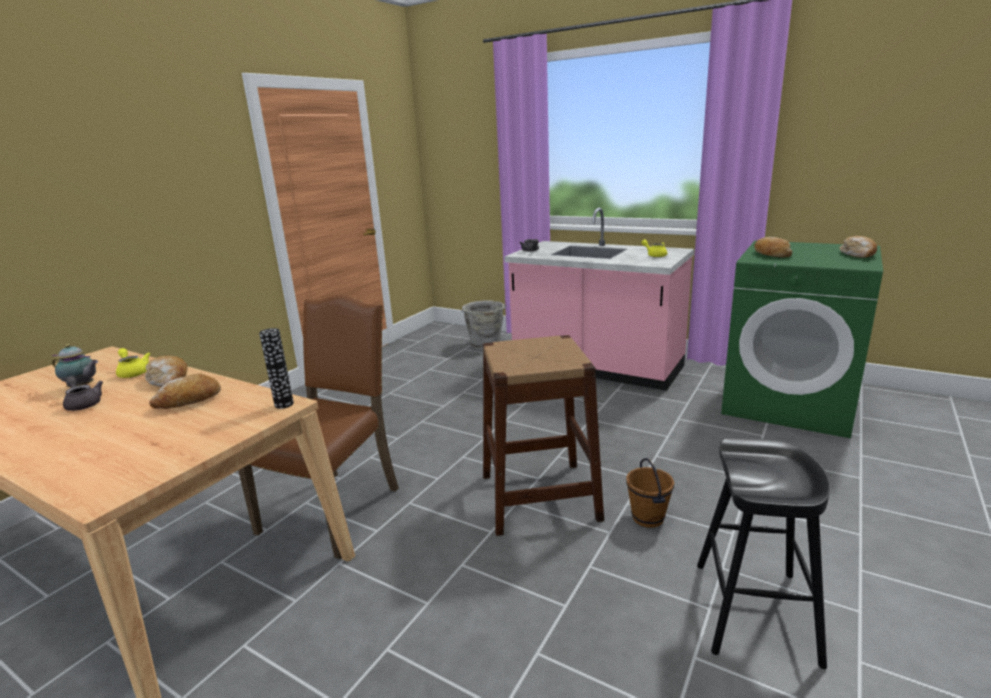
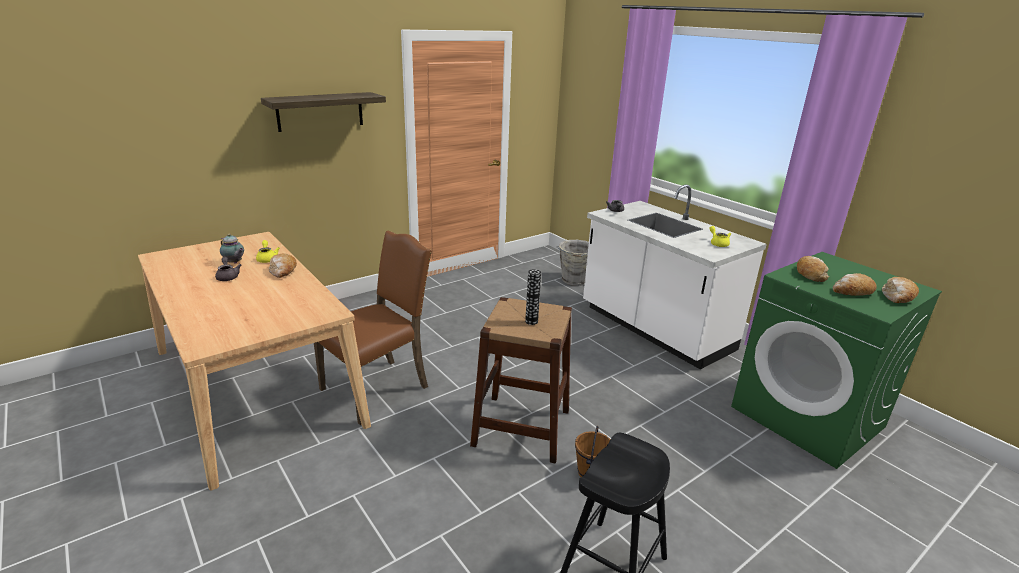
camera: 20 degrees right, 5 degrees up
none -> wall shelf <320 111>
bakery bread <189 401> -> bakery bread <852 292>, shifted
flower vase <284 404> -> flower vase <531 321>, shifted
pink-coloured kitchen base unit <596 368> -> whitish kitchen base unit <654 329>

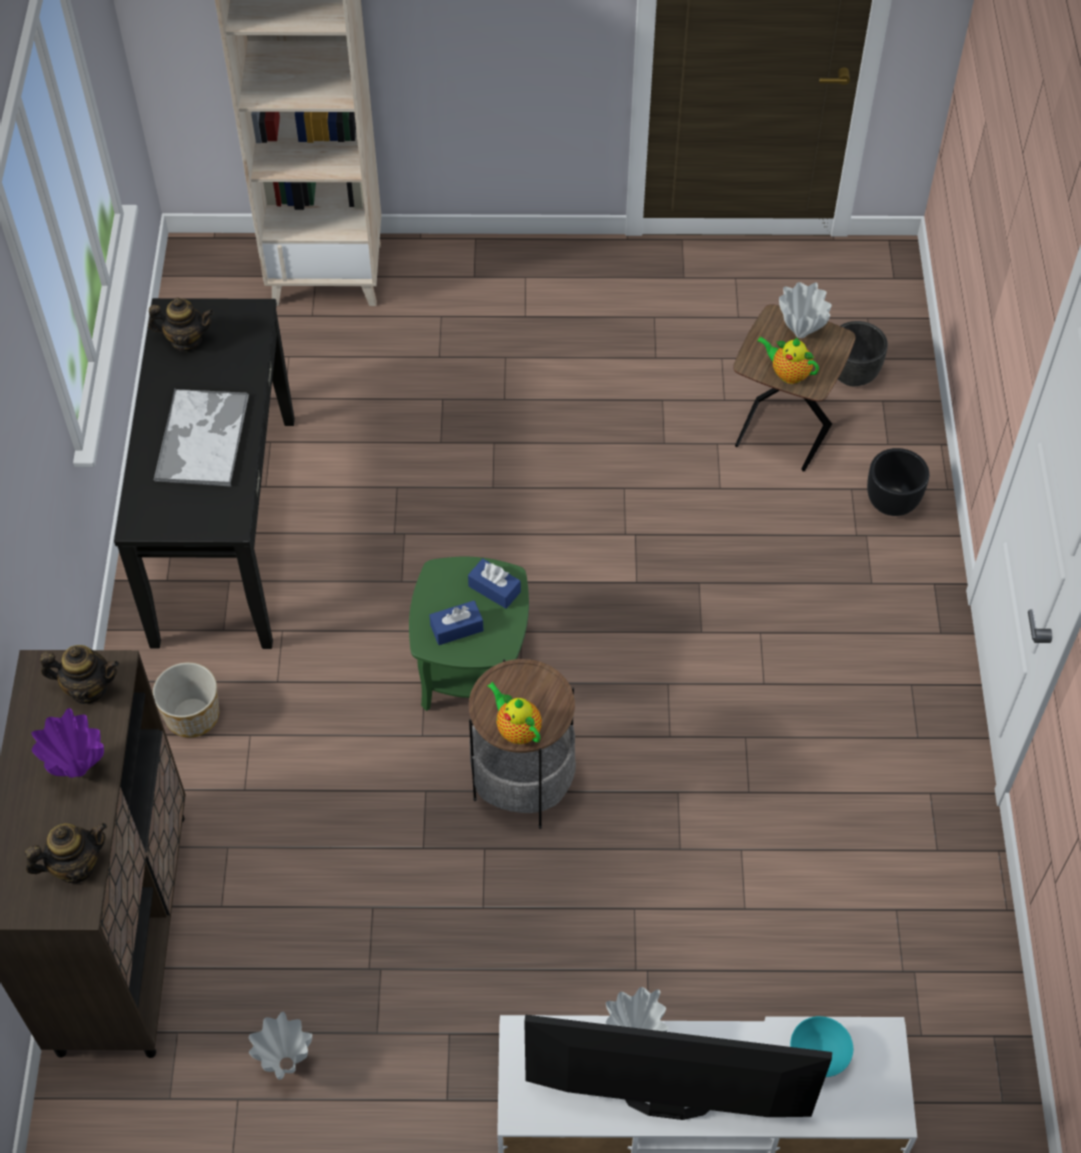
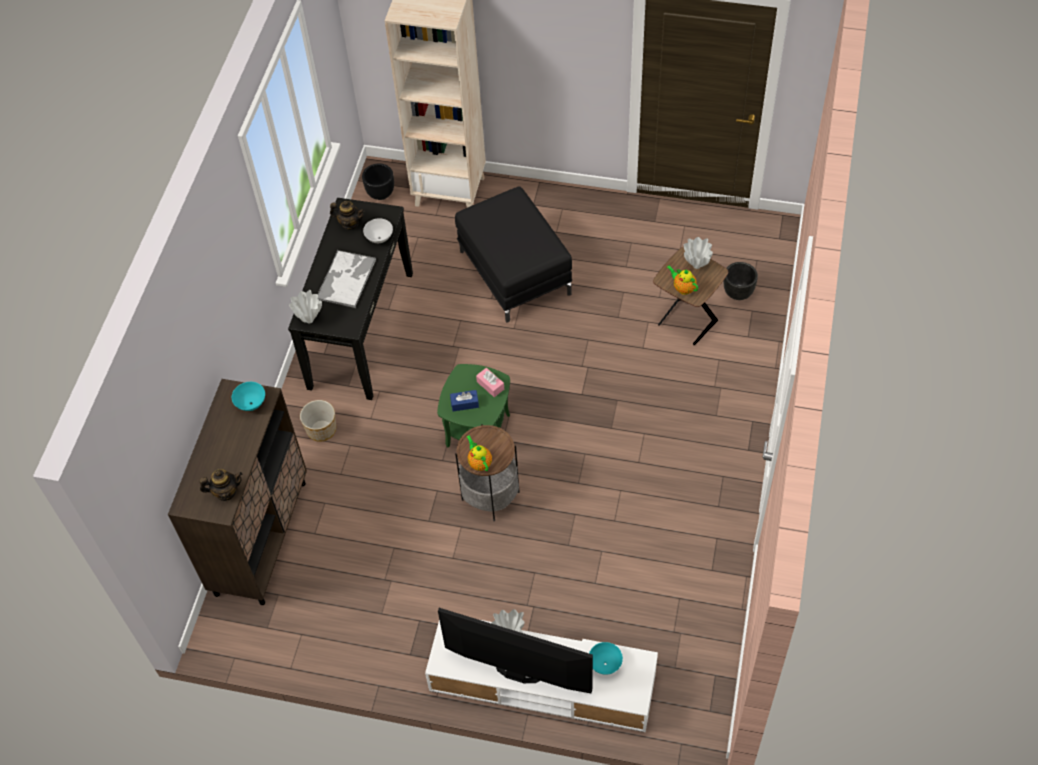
camera: 15 degrees right, 0 degrees up
purplish flower vase <78 769> -> none
none -> whitish serving bowl <379 238>
none -> black-coloured ottoman <515 272>
whitish flower vase <286 1062> -> whitish flower vase <309 320>, shifted
black-coloured planter <892 503> -> black-coloured planter <381 194>, shifted
pot for tea <88 688> -> turquoise serving bowl <251 403>
blue tissue holder <494 589> -> pink-coloured tissue holder <490 385>

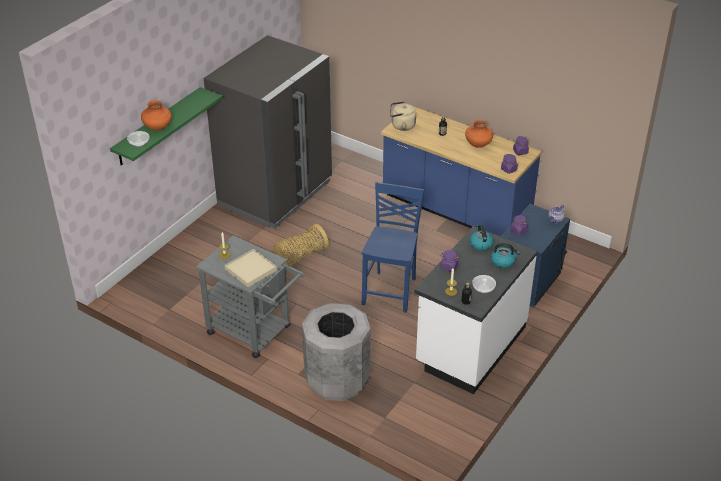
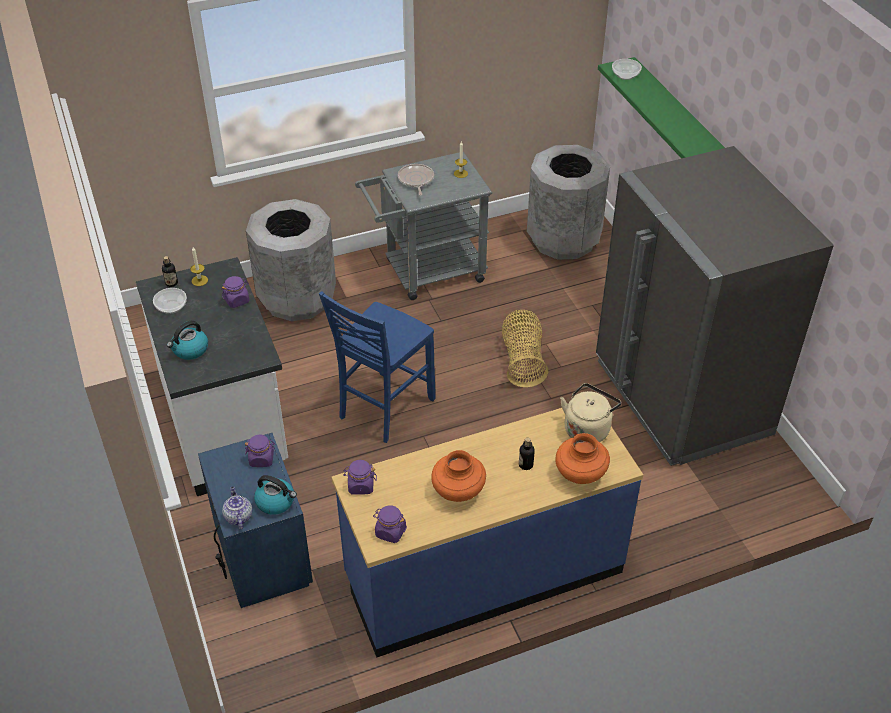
camera: 125 degrees right, 5 degrees up
none -> grey rubbish bin <563 239>
orangey flower vase <158 127> -> orangey flower vase <580 474>, shifted
tea kettle <480 244> -> tea kettle <276 502>, shifted
beige-coloured carrying tray <251 270> -> pan <416 180>
blue chair <391 291> -> blue chair <384 408>, 75 degrees clockwise

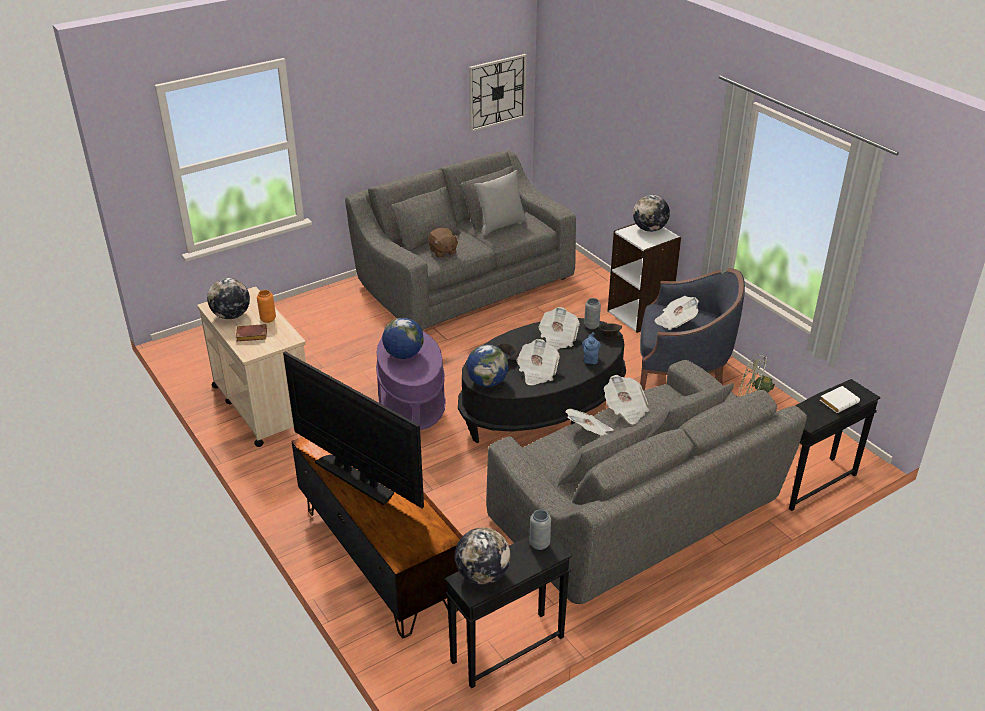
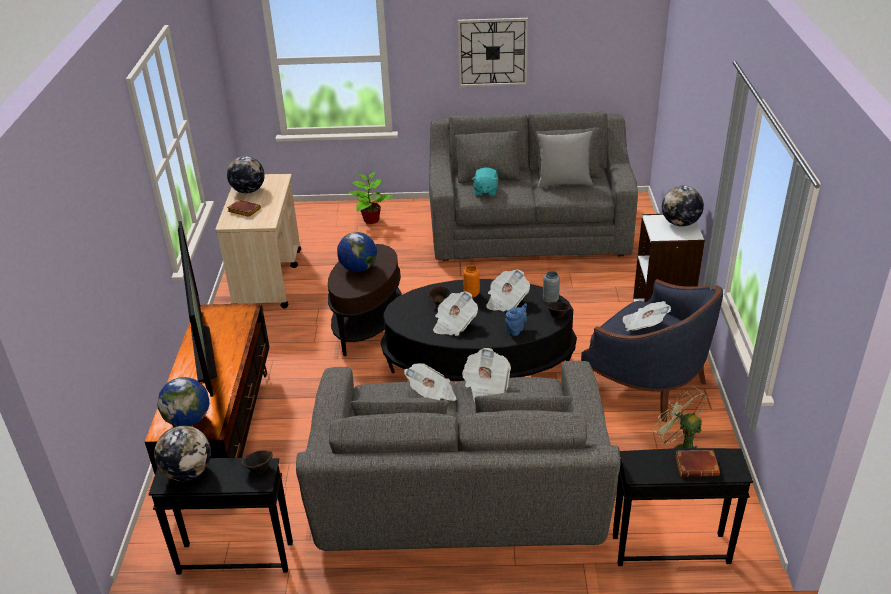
camera: 35 degrees right, 0 degrees up
none -> potted plant <371 220>
orangey flower vase <268 319> -> orangey flower vase <471 294>, shifted
desk globe <487 382> -> desk globe <188 420>, shifted
wall clock <497 92> -> wall clock <492 52>, shifted
grey flower vase <539 544> -> brown-coloured serving bowl <258 469>
purplish end table <412 413> -> brown-coloured end table <368 327>
brown-coloured cuddly toy <442 252> -> turquoise cuddly toy <485 191>
whitish bound book <838 401> -> brown-coloured bound book <697 466>

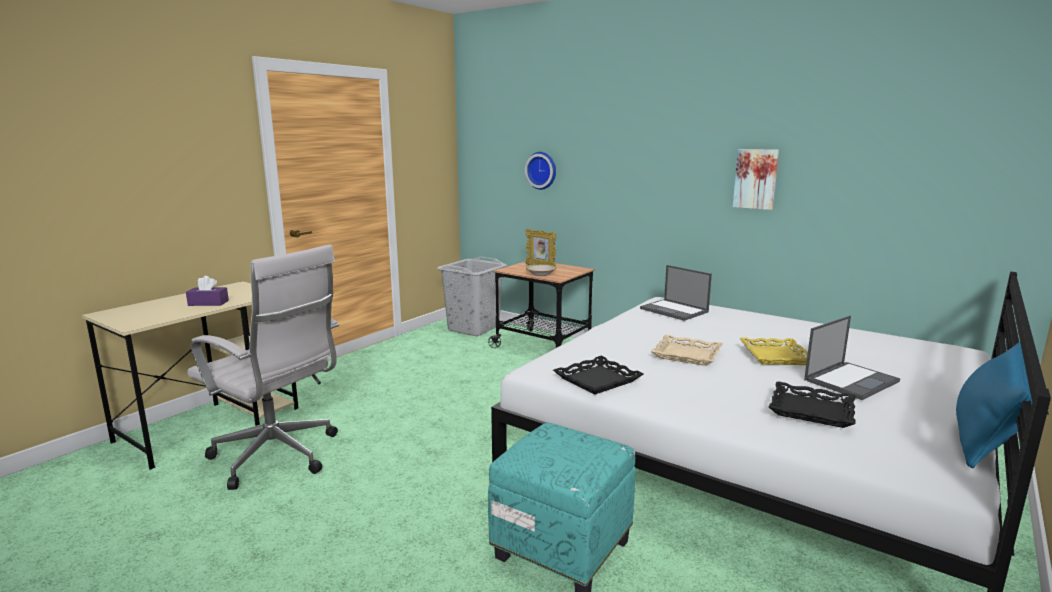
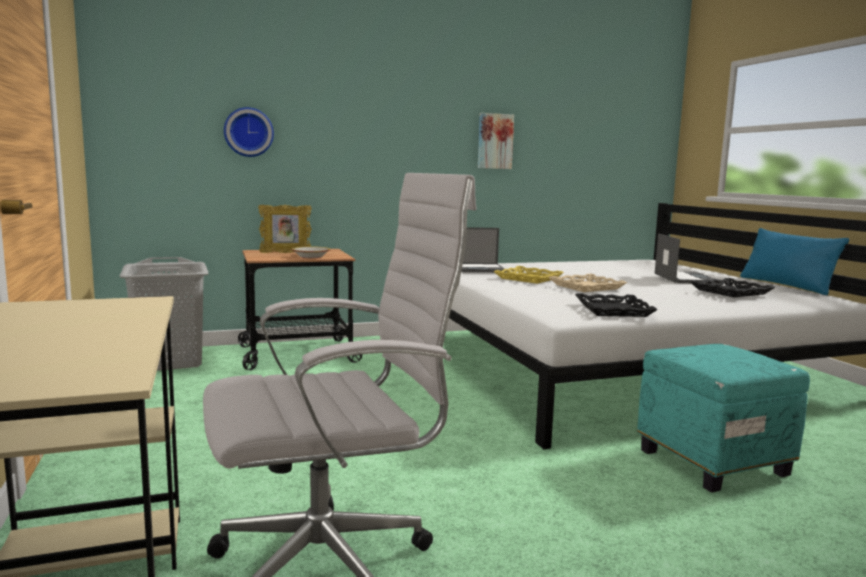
camera: 55 degrees left, 5 degrees down
purplish tissue holder <208 303> -> none
yellow-coloured carrying tray <774 356> -> yellow-coloured carrying tray <528 279>, shifted

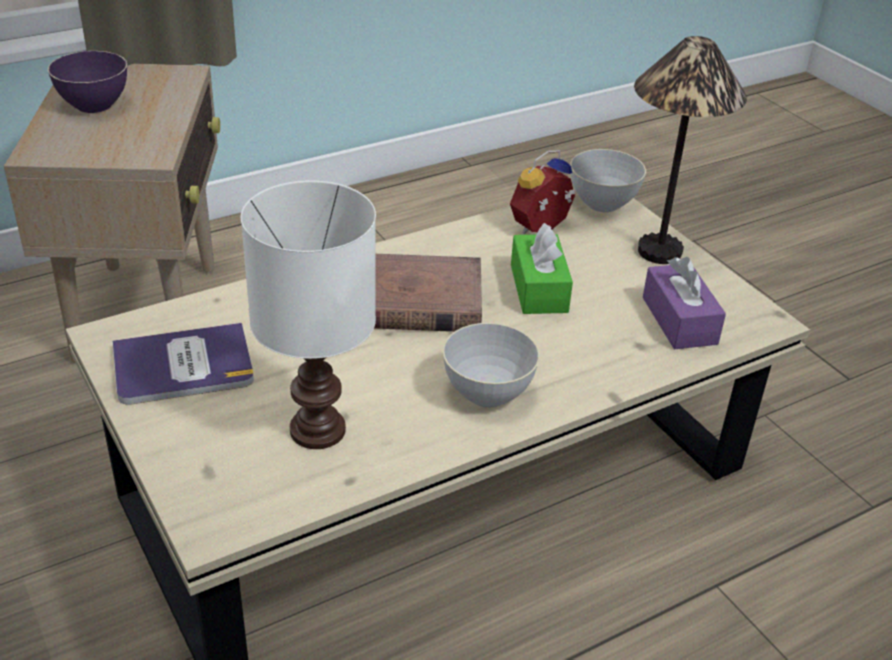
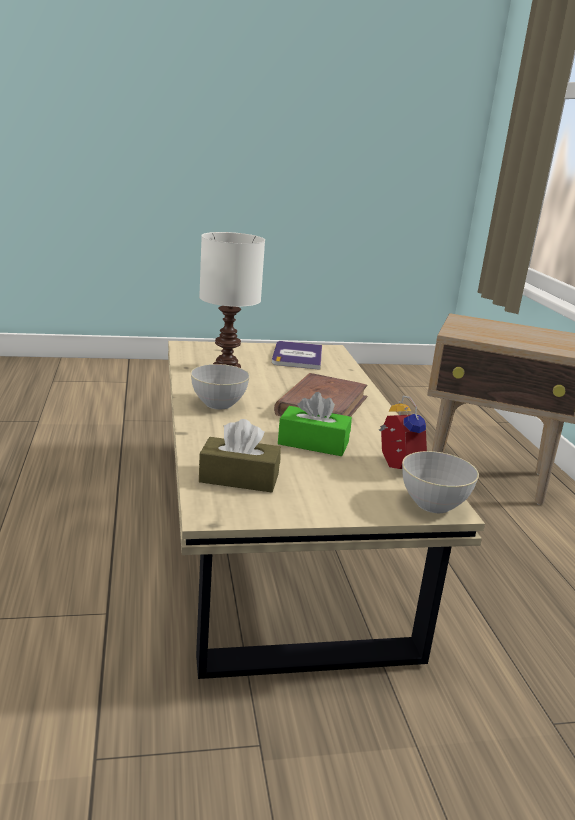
camera: 110 degrees right, 15 degrees down
purplish serving bowl <94 105> -> none
table lamp <658 252> -> none
purplish tissue holder <679 320> -> brown-coloured tissue holder <239 478>

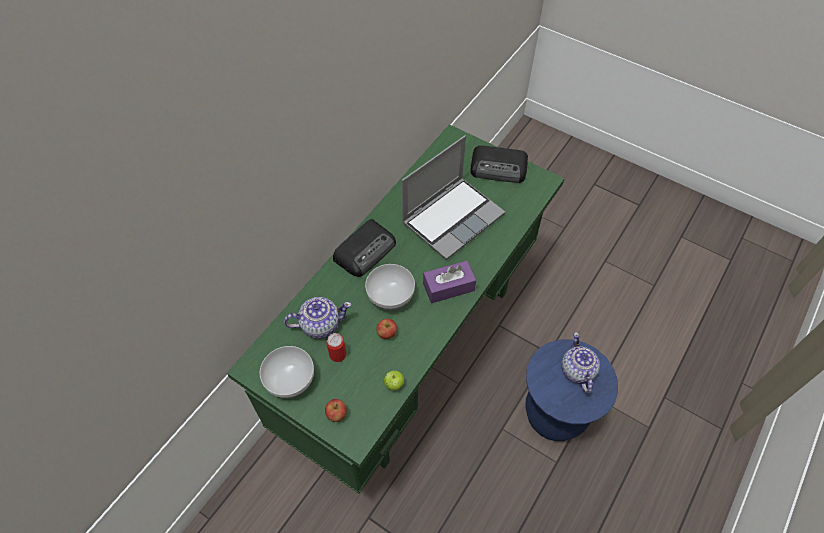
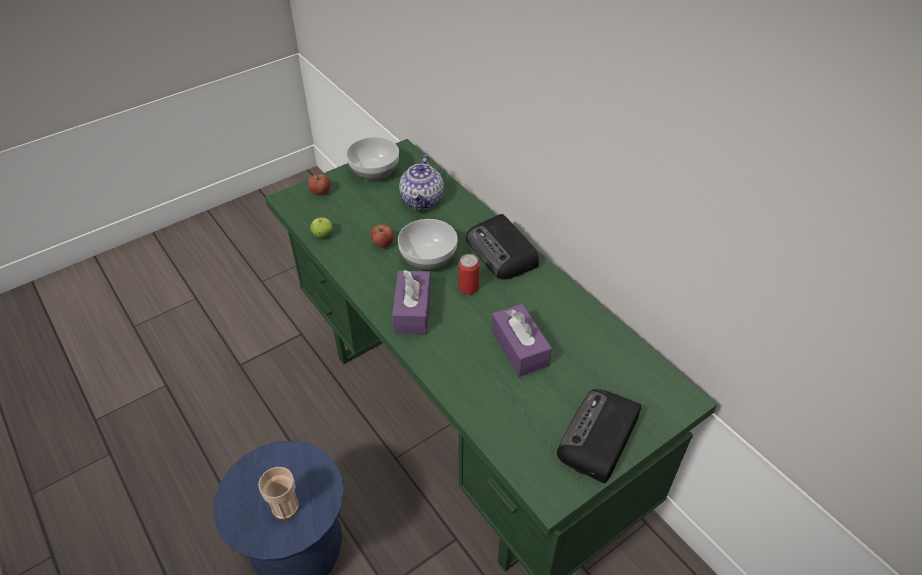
camera: 110 degrees right, 10 degrees down
metal can <337 354> -> metal can <468 288>, shifted
notebook computer <453 217> -> purplish tissue holder <519 348>
pot for tea <577 371> -> drinking cup <285 507>

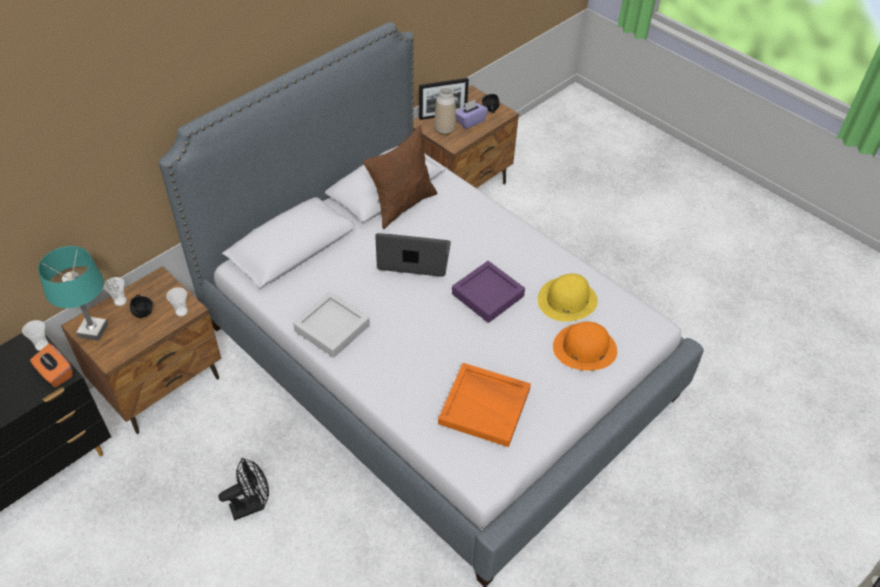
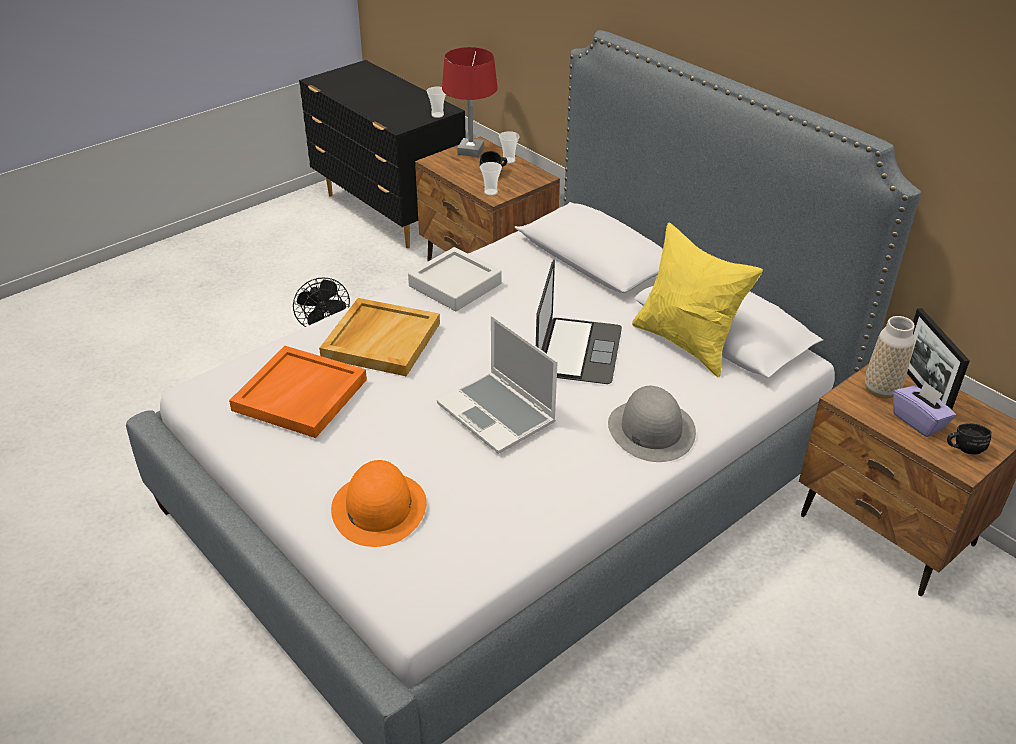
camera: 95 degrees right, 10 degrees down
orangey tissue holder <55 374> -> none
yellow-coloured clothing hat <567 300> -> none
none -> beige-coloured carrying tray <381 340>
none -> grey clothing hat <650 429>
purplish carrying tray <487 295> -> notebook computer <498 414>
turquoise table lamp <93 330> -> reddish table lamp <471 151>
brown-coloured throw pillow <402 205> -> yellow-coloured throw pillow <686 343>

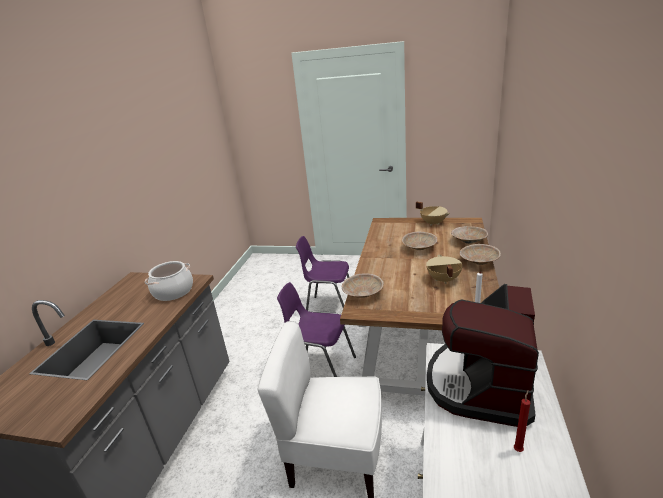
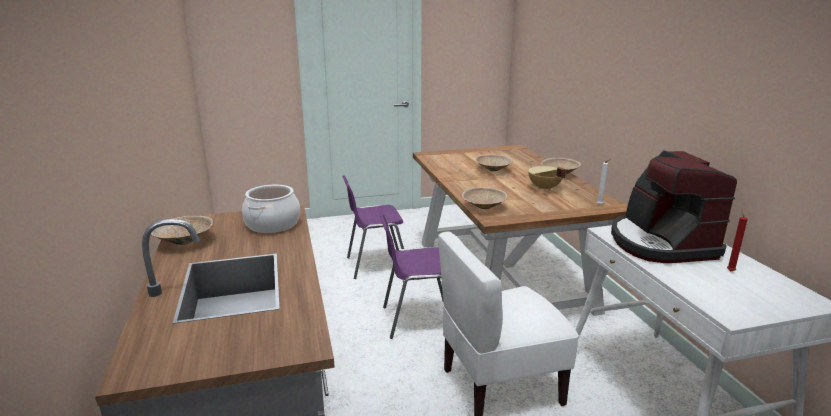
camera: 30 degrees left, 5 degrees down
beige-coloured cooking pot <433 223> -> none
beige-coloured serving bowl <468 241> -> beige-coloured serving bowl <184 241>, shifted

